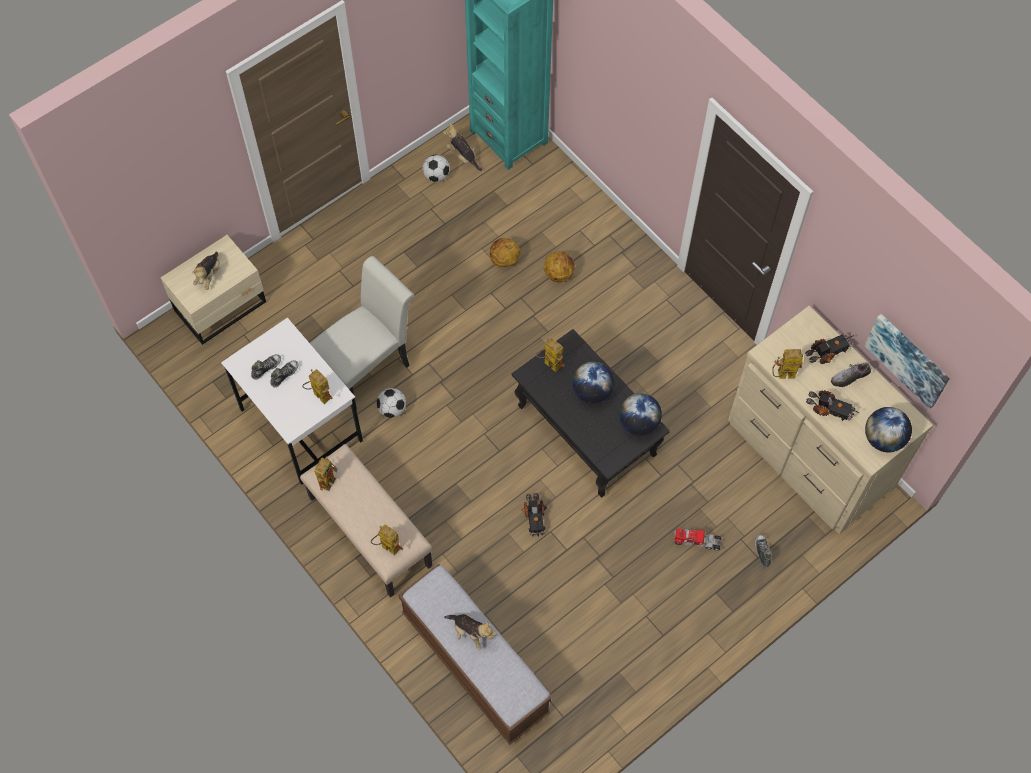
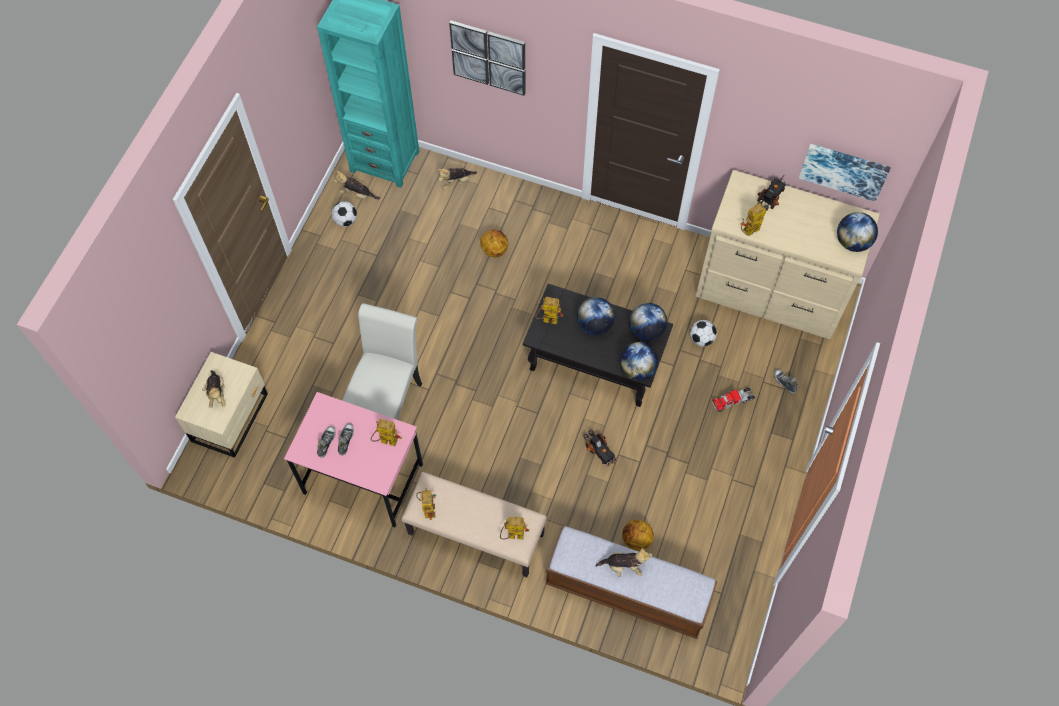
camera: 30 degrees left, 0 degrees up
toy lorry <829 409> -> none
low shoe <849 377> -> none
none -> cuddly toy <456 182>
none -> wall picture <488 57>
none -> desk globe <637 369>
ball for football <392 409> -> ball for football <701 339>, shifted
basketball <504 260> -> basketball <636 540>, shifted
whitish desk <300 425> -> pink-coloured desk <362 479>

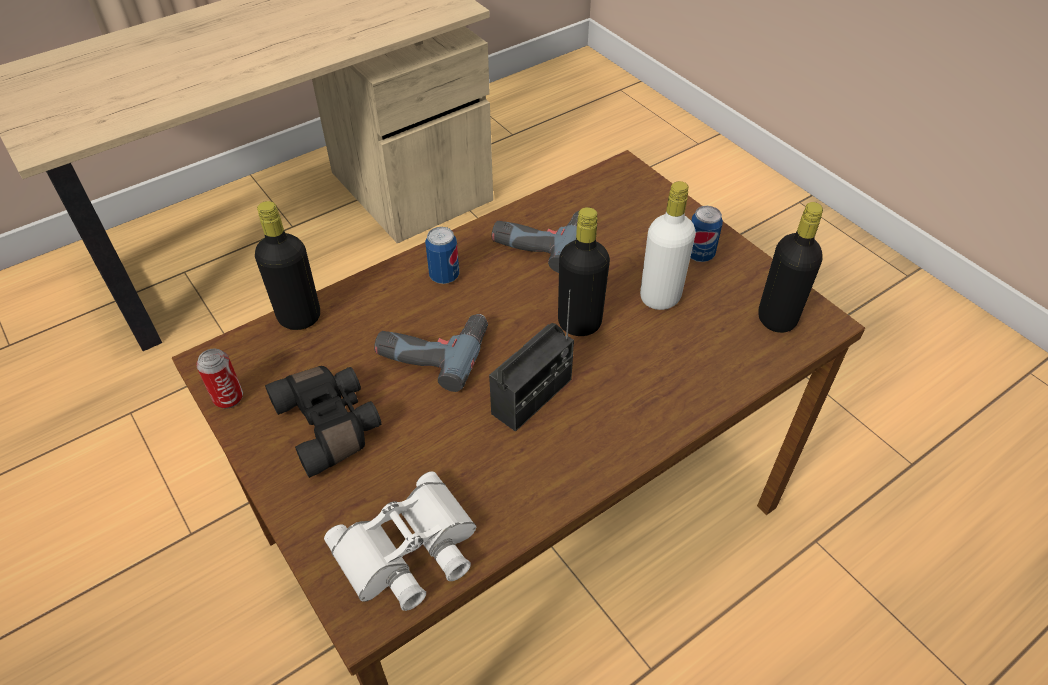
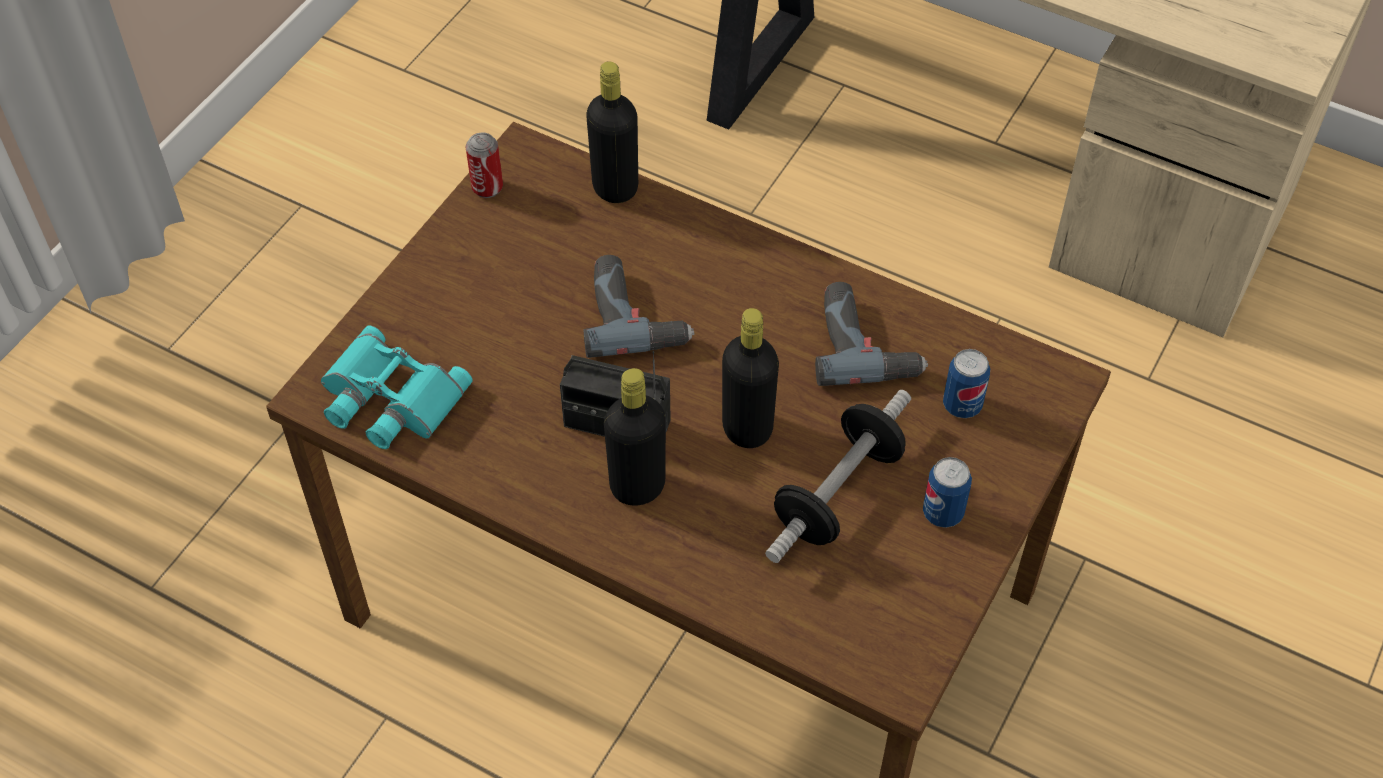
camera: 65 degrees right, 5 degrees up
black-coloured field glasses <331 424> -> none
metal can <444 276> -> metal can <962 405>, shifted
black-coloured bottle <777 318> -> black-coloured bottle <637 486>, shifted
whitish bottle <660 297> -> hand weight <838 493>
whitish field glasses <409 552> -> turquoise field glasses <388 399>

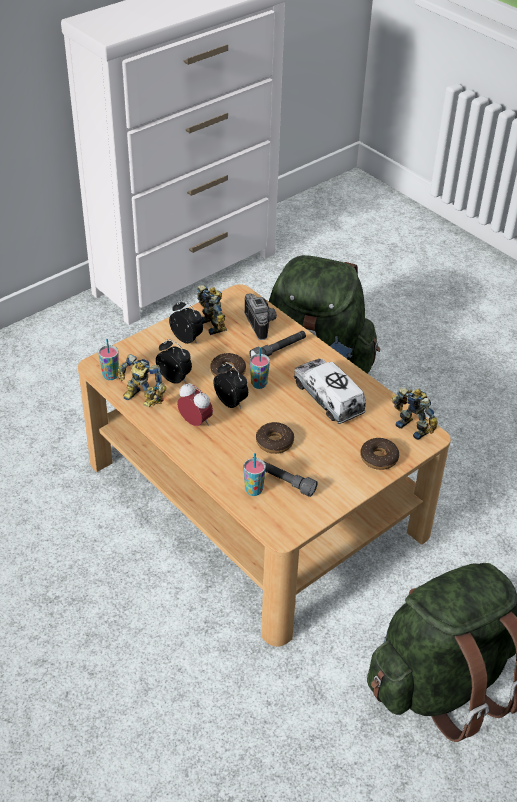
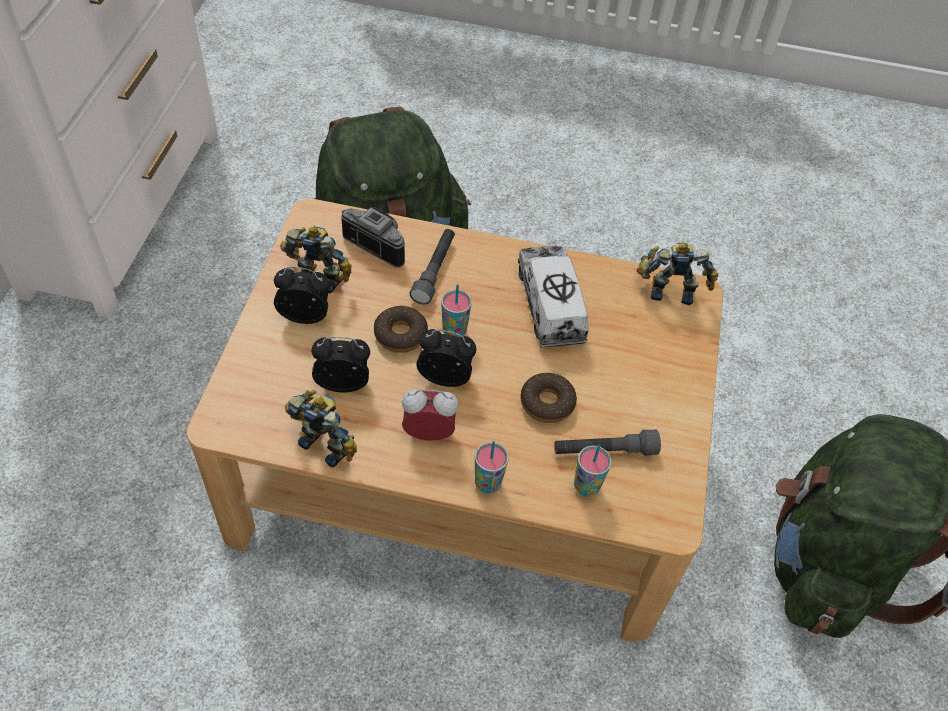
camera: 40 degrees left, 10 degrees up
doughnut <379 458> -> none
drinking cup <110 376> -> drinking cup <488 483>, shifted
toy robot <141 399> -> toy robot <327 442>, 135 degrees counterclockwise
toy lorry <328 398> -> toy lorry <550 305>, 60 degrees clockwise

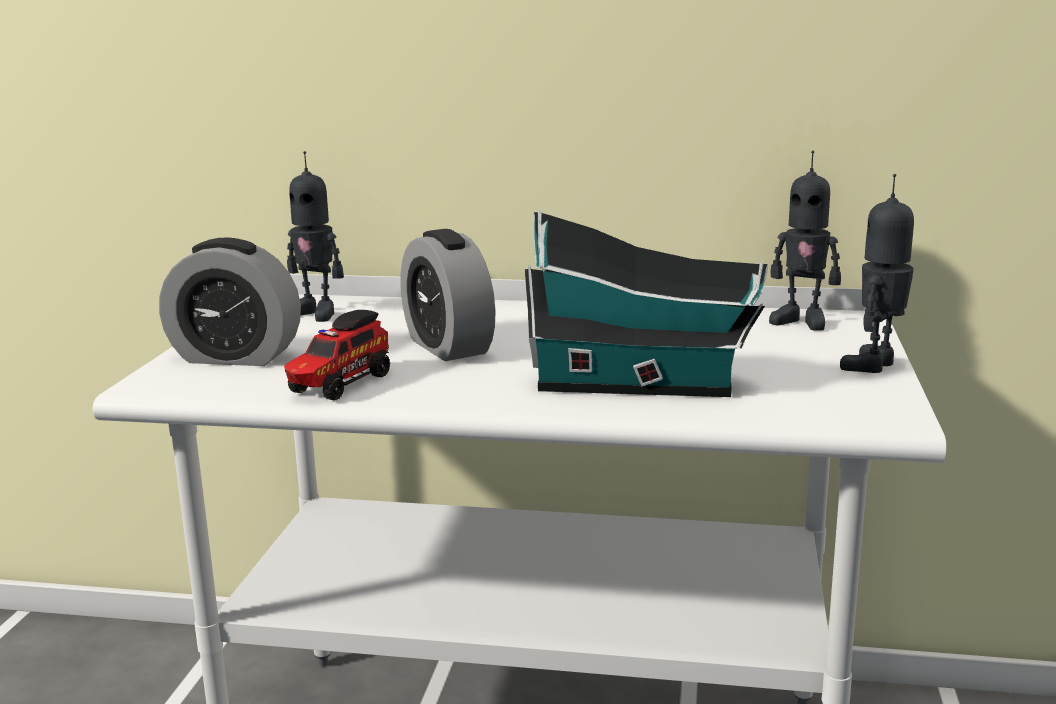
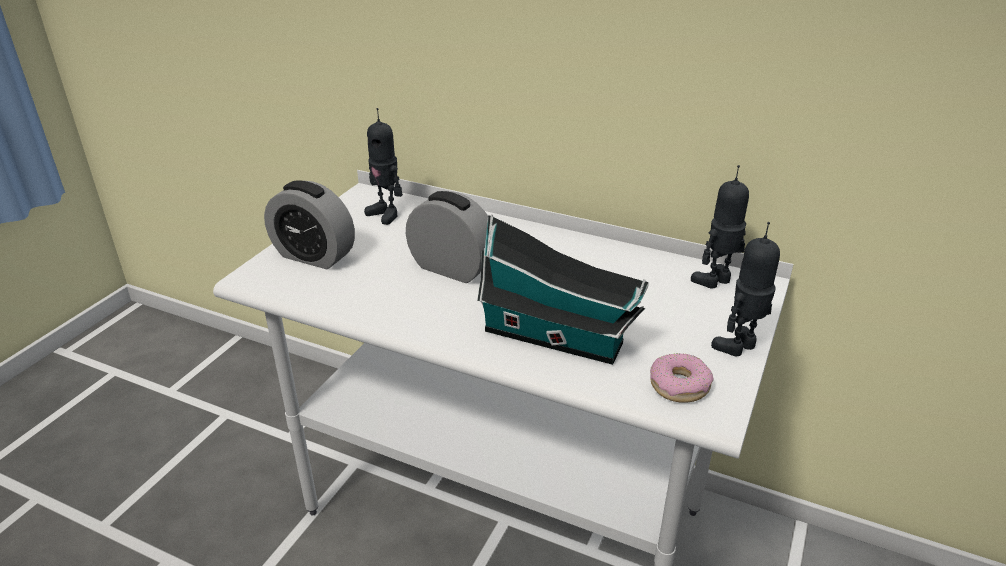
camera: 15 degrees right, 15 degrees up
toy lorry <339 385> -> none
none -> doughnut <679 385>
bedside clock <448 346> -> bedside clock <452 268>, 135 degrees clockwise
toy robot <801 321> -> toy robot <715 281>, 105 degrees clockwise

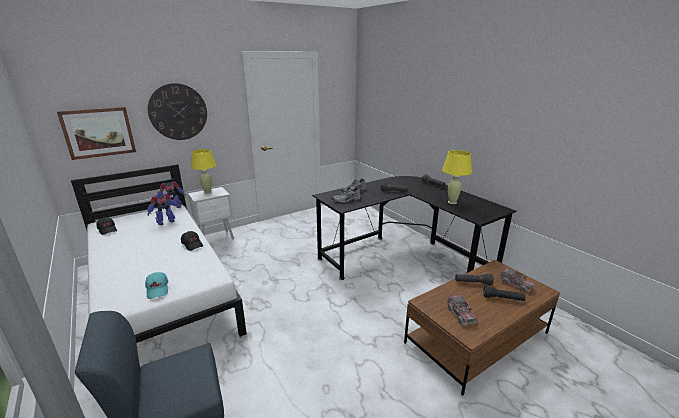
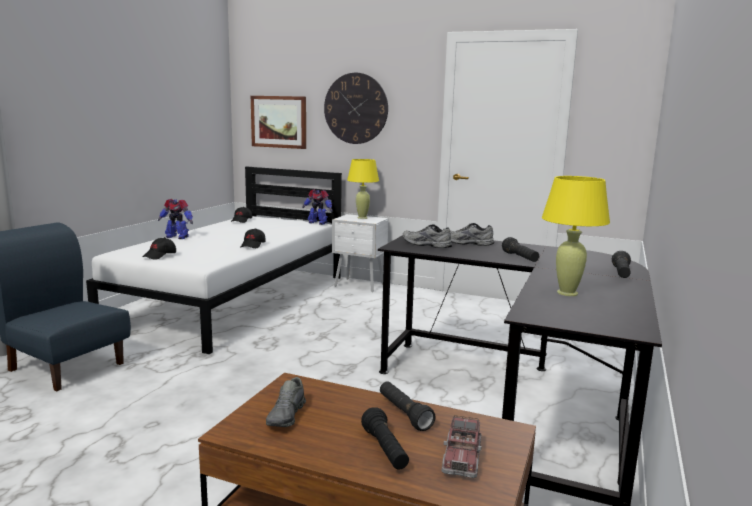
camera: 55 degrees right, 10 degrees down
toy robot <165 221> -> toy robot <177 237>, shifted
toy lorry <460 314> -> grey low shoe <287 416>
turquoise baseball cap <158 289> -> black-coloured baseball cap <160 256>

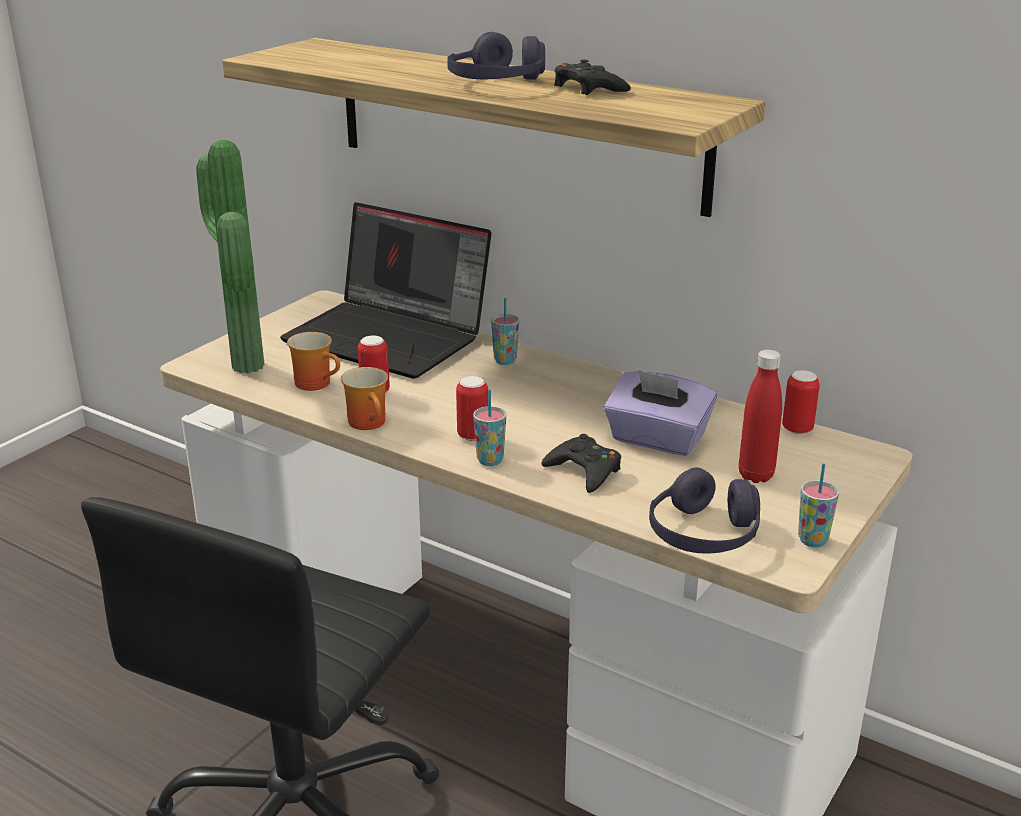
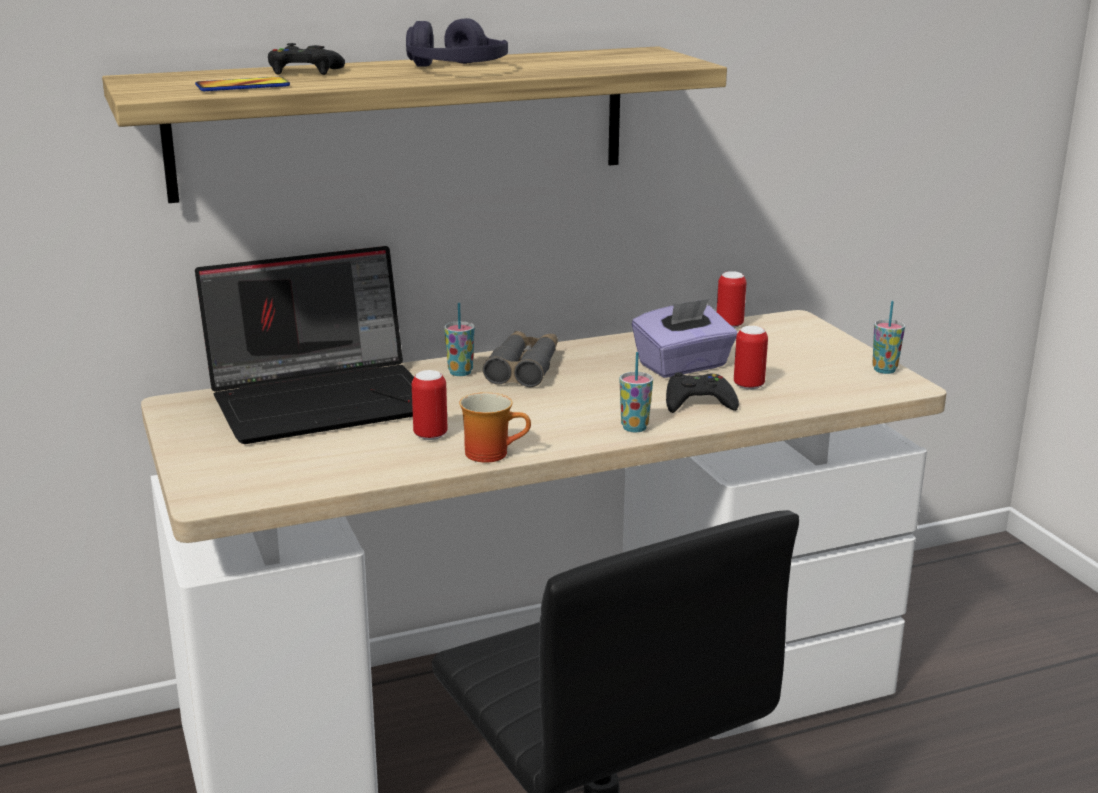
camera: 55 degrees left, 5 degrees down
potted plant <241 367> -> none
mug <318 383> -> none
purplish headphones <703 534> -> none
reddish bottle <755 475> -> none
none -> telephone <243 86>
none -> grey field glasses <524 368>
metal can <473 435> -> metal can <748 385>, shifted
black-coloured gamepad <588 88> -> black-coloured gamepad <304 71>, shifted

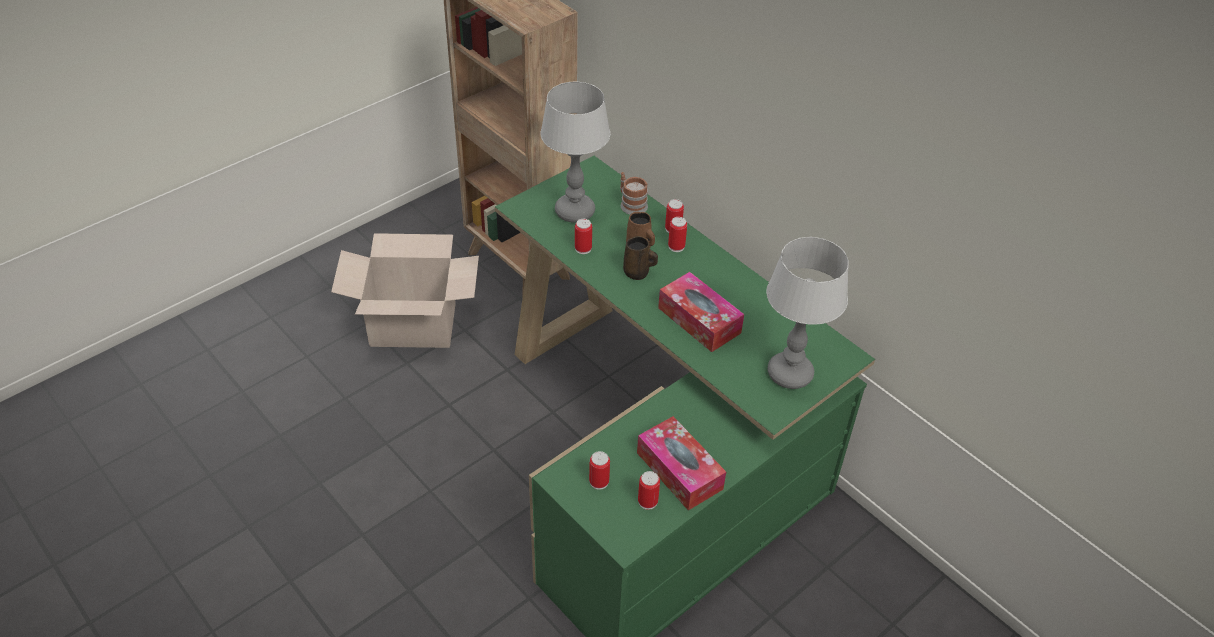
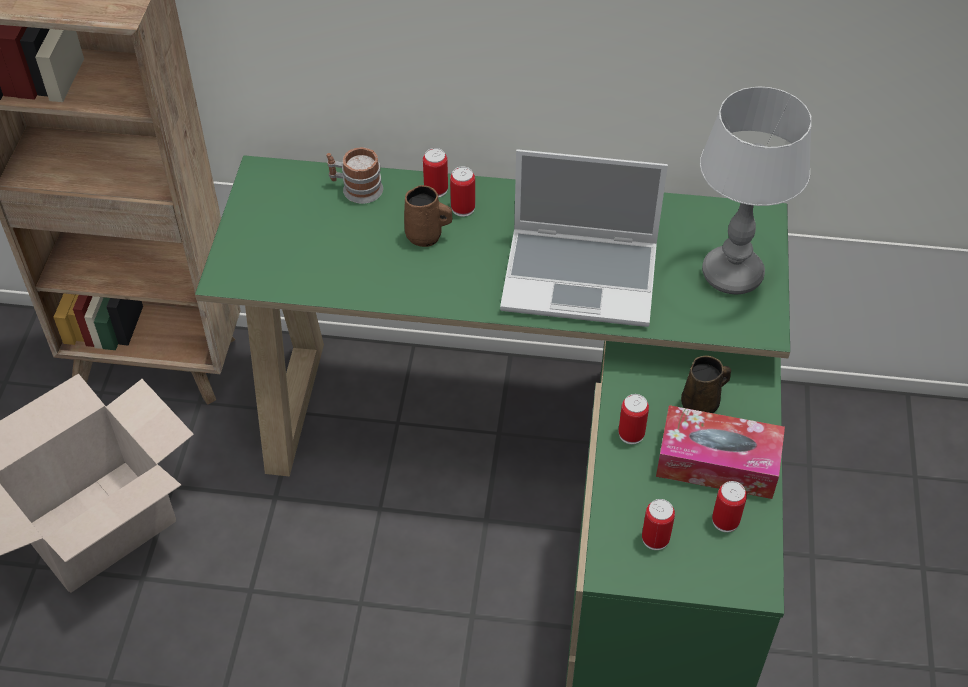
camera: 40 degrees left, 5 degrees up
table lamp <574 212> -> none
metal can <583 248> -> metal can <631 434>, shifted
brown-coloured mug <637 273> -> brown-coloured mug <701 404>, shifted
tissue holder <699 320> -> notebook computer <582 277>

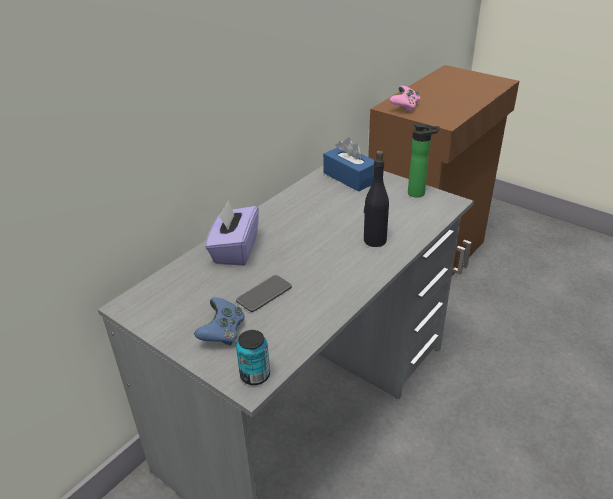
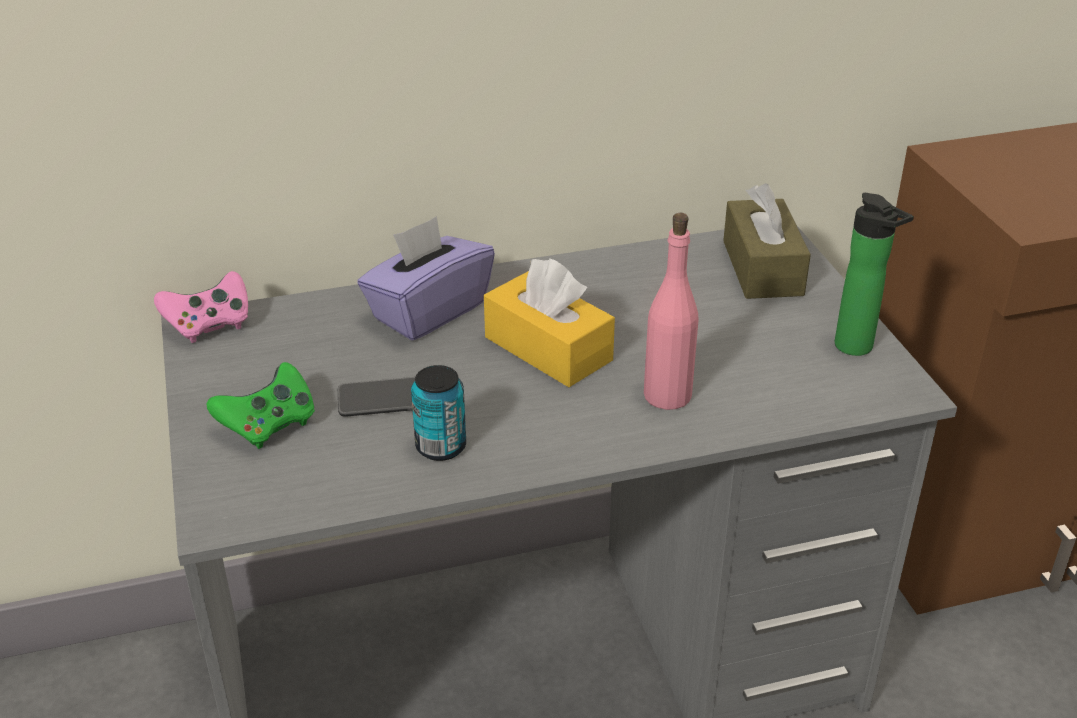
camera: 35 degrees right, 0 degrees up
none -> yellow-coloured tissue holder <548 349>
metal can <255 375> -> metal can <441 447>, shifted
pink-coloured gamepad <405 107> -> pink-coloured gamepad <209 325>, shifted
blue gamepad <222 333> -> green-coloured gamepad <269 426>
blue tissue holder <350 177> -> brown-coloured tissue holder <762 268>
black-coloured bottle <374 240> -> pink-coloured bottle <667 395>

